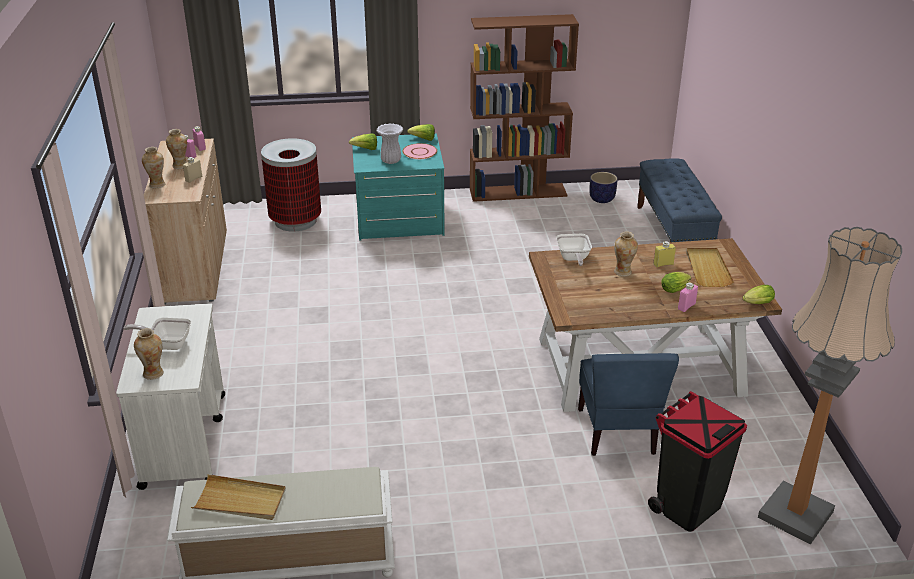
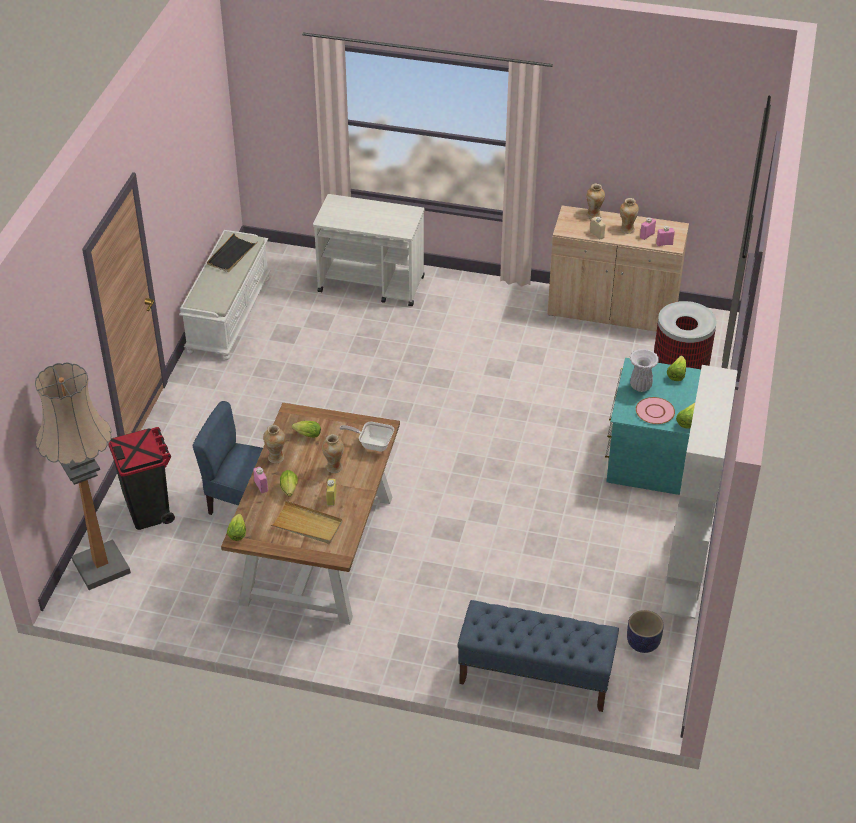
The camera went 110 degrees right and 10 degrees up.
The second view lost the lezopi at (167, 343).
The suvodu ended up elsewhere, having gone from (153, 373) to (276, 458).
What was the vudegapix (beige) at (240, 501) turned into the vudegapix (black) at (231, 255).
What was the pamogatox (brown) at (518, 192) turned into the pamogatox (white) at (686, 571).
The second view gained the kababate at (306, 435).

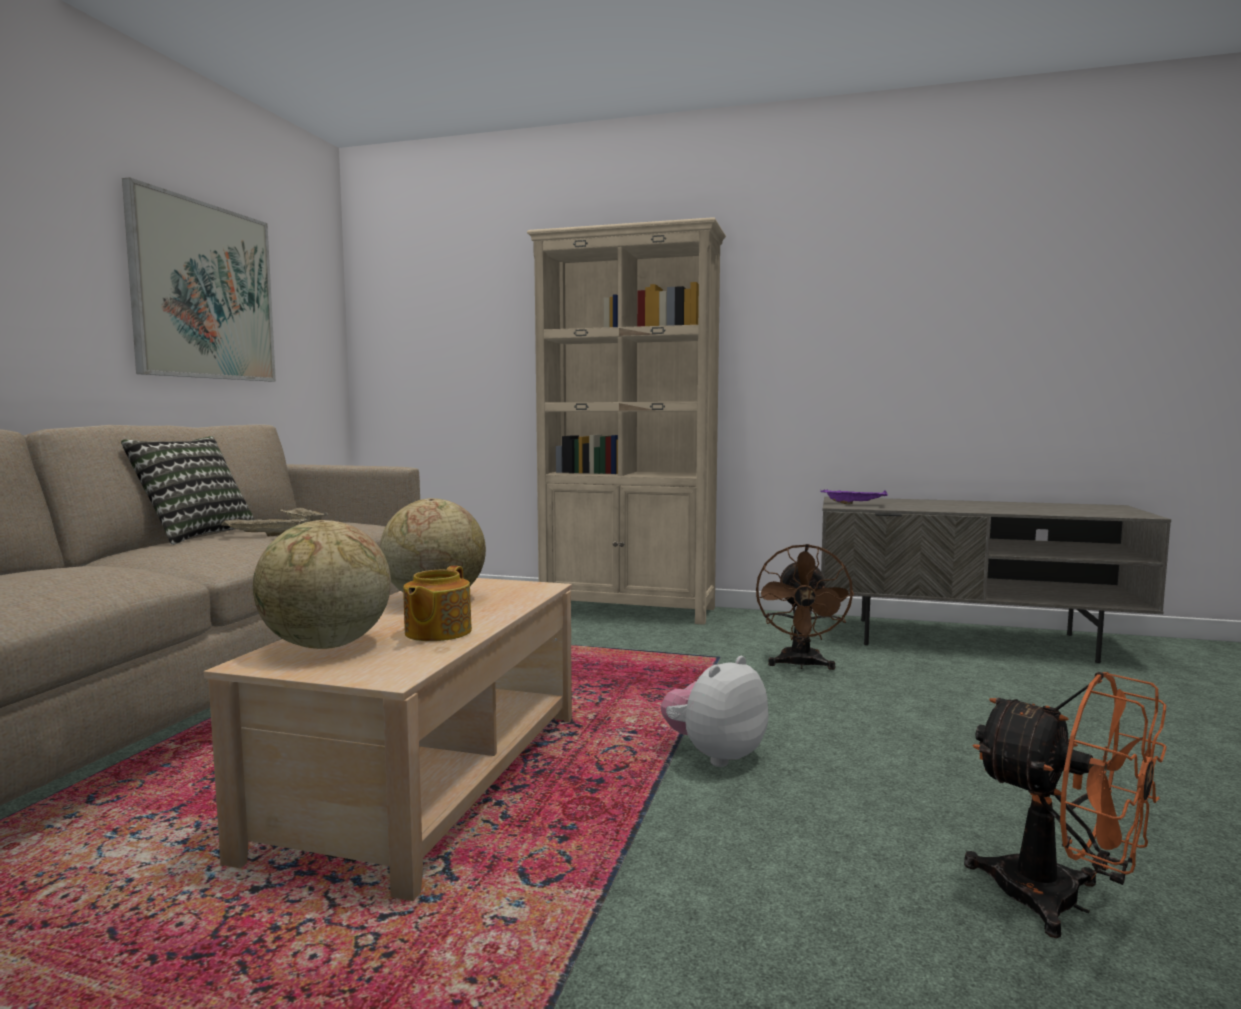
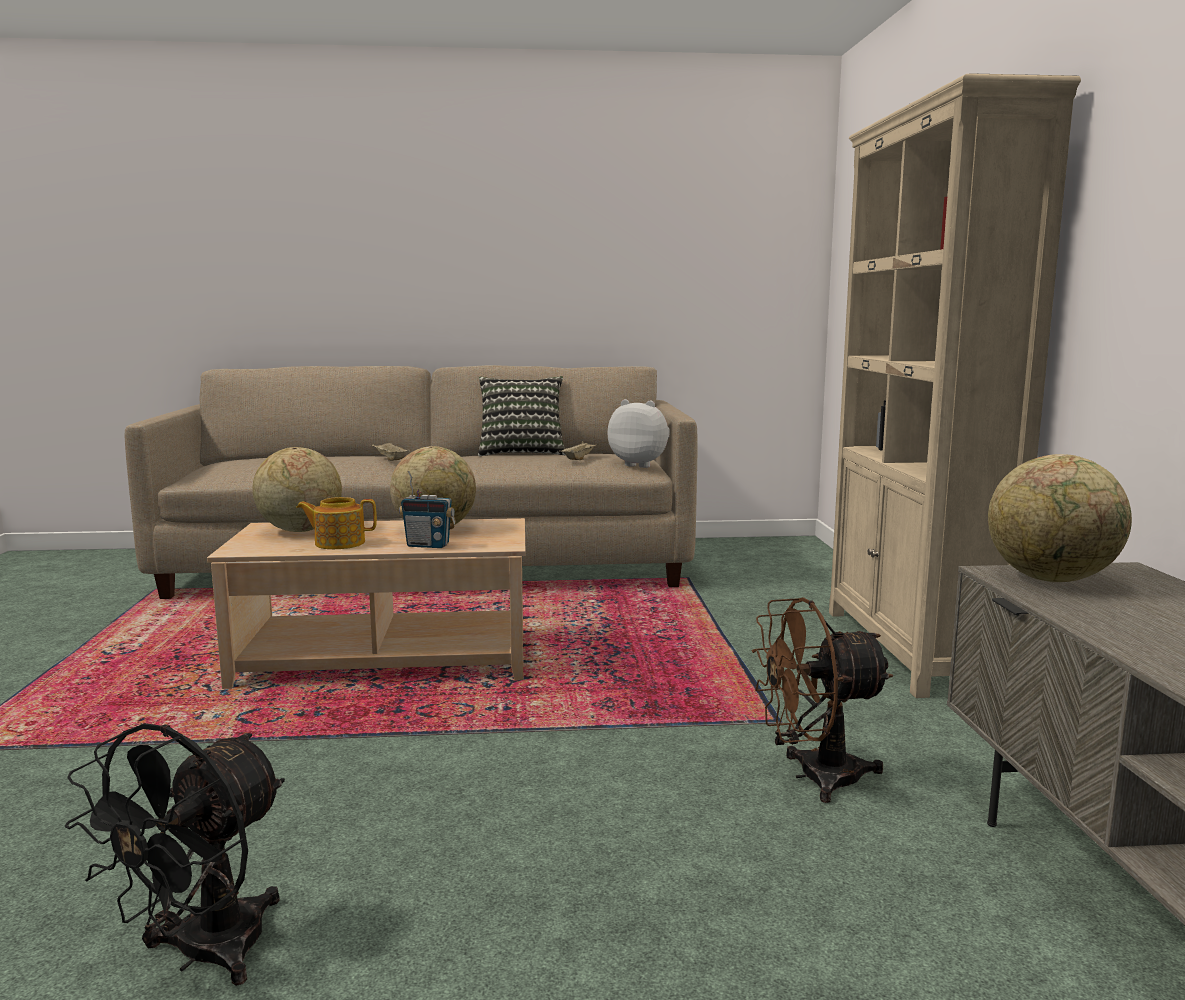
The camera went 70 degrees right and 5 degrees up.
The second view lost the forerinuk at (204, 291).
The vudegapix (beige) ended up elsewhere, having gone from (263, 536) to (389, 459).
The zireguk ended up elsewhere, having gone from (715, 755) to (641, 465).
Where the vudegapix (purple) stood at (855, 504), the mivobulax came to stand at (1051, 579).
What was the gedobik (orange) at (1061, 903) turned into the gedobik (black) at (202, 955).
The second view gained the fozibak at (428, 545).

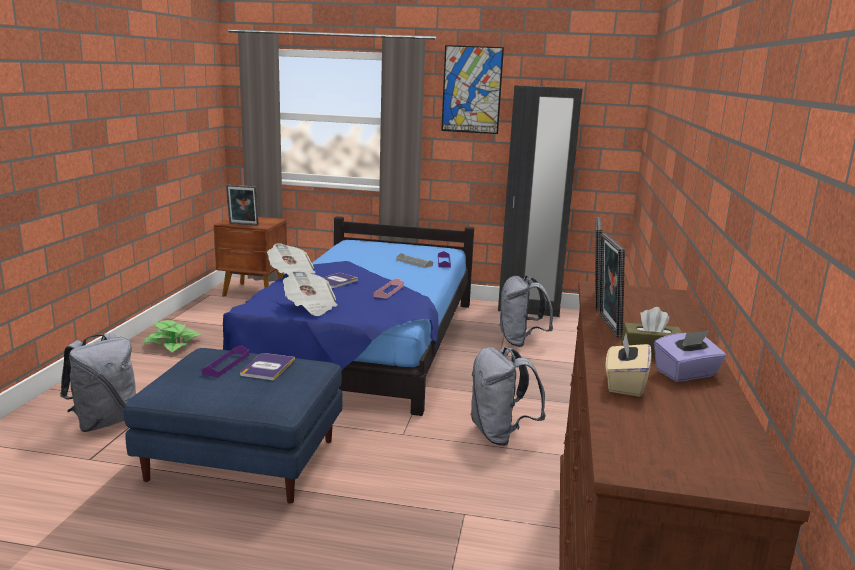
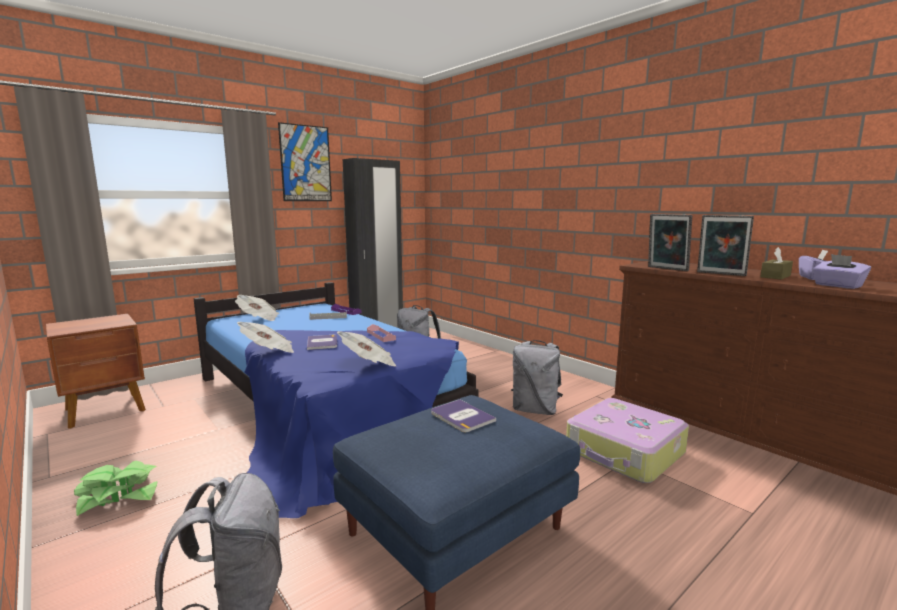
The camera went 50 degrees left and 5 degrees down.
The second view lost the vudegapix (purple) at (226, 364).
The second view lost the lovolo at (243, 224).
What was the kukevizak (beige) at (624, 384) turned into the kukevizak (purple) at (837, 286).
The second view gained the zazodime at (258, 318).
The second view gained the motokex at (624, 452).

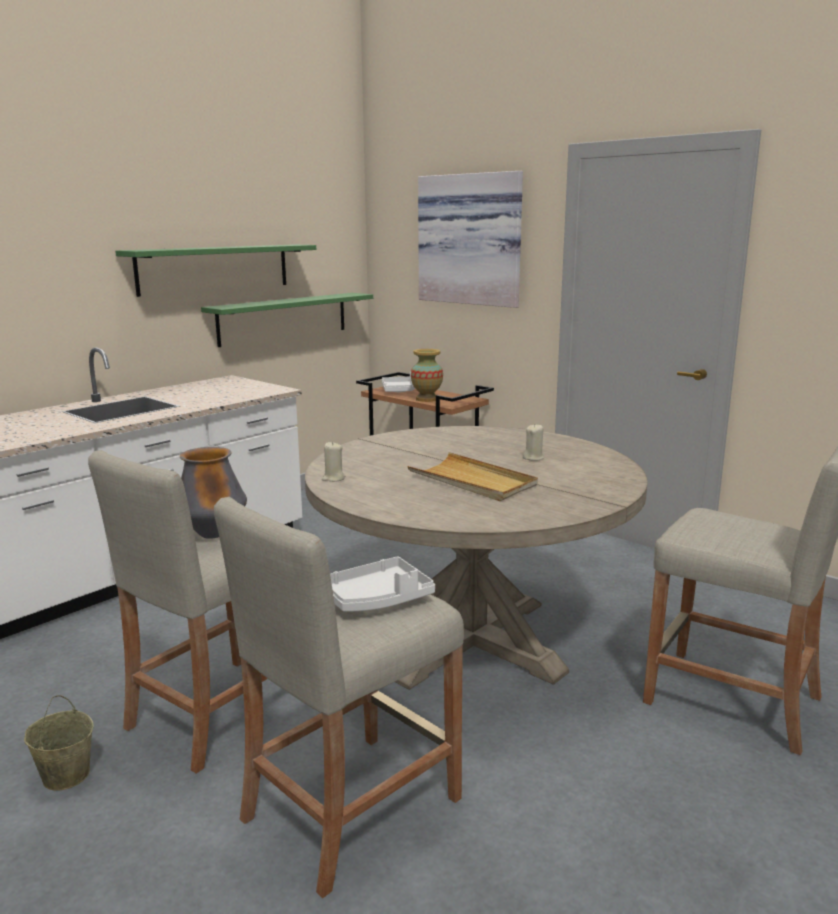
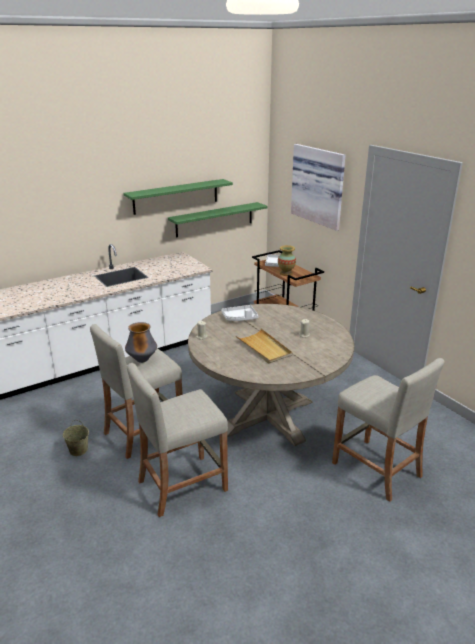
The camera went 15 degrees right and 10 degrees up.
The vudegapix (white) ended up elsewhere, having gone from (377, 599) to (240, 318).

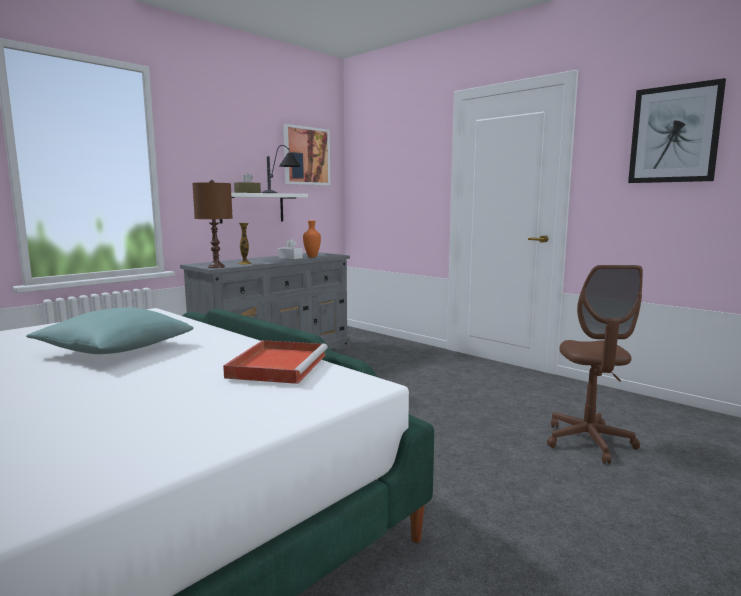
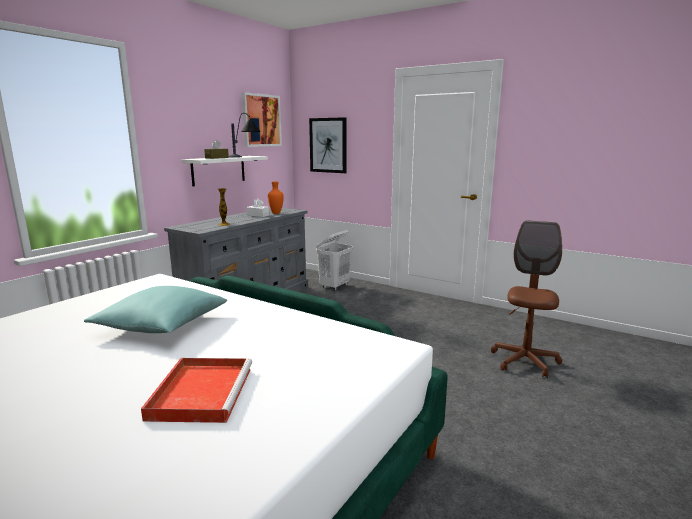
The camera went 10 degrees left and 5 degrees up.
The second view lost the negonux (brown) at (216, 267).
The vudegapix (red) ended up elsewhere, having gone from (278, 365) to (202, 391).
The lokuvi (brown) at (588, 442) ended up facing another way, 150 degrees counterclockwise from before.
The forerinuk ended up elsewhere, having gone from (674, 134) to (328, 145).
The second view gained the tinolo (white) at (335, 286).

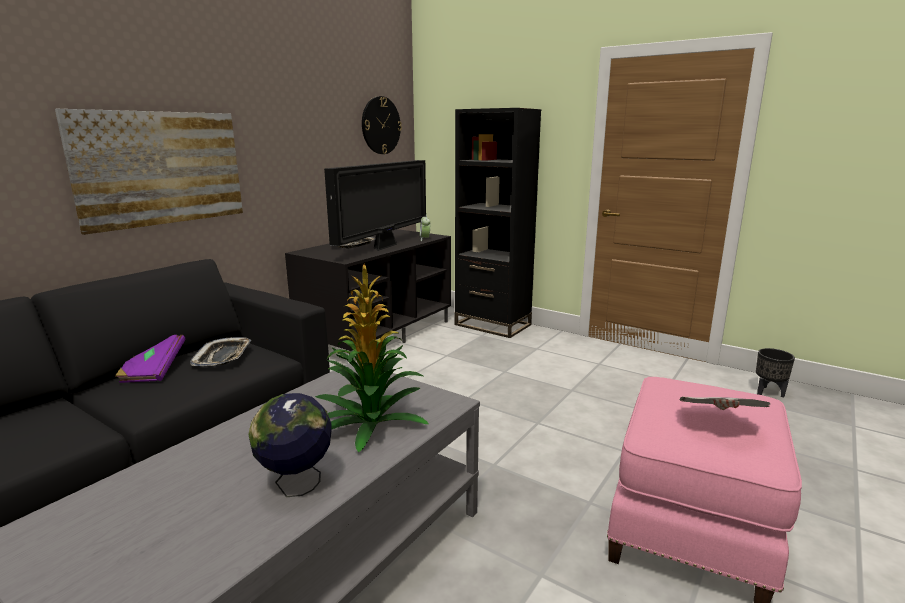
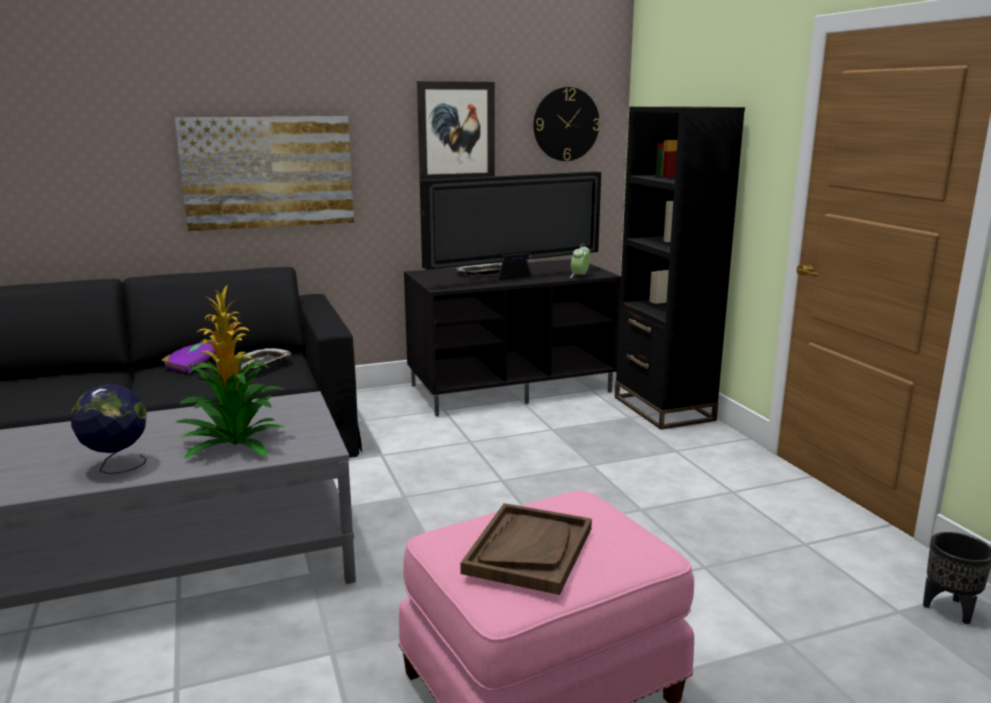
The camera went 35 degrees right and 0 degrees up.
Where the zazodime stood at (718, 422), the vudegapix (brown) came to stand at (529, 550).
The second view gained the forerinuk at (456, 131).

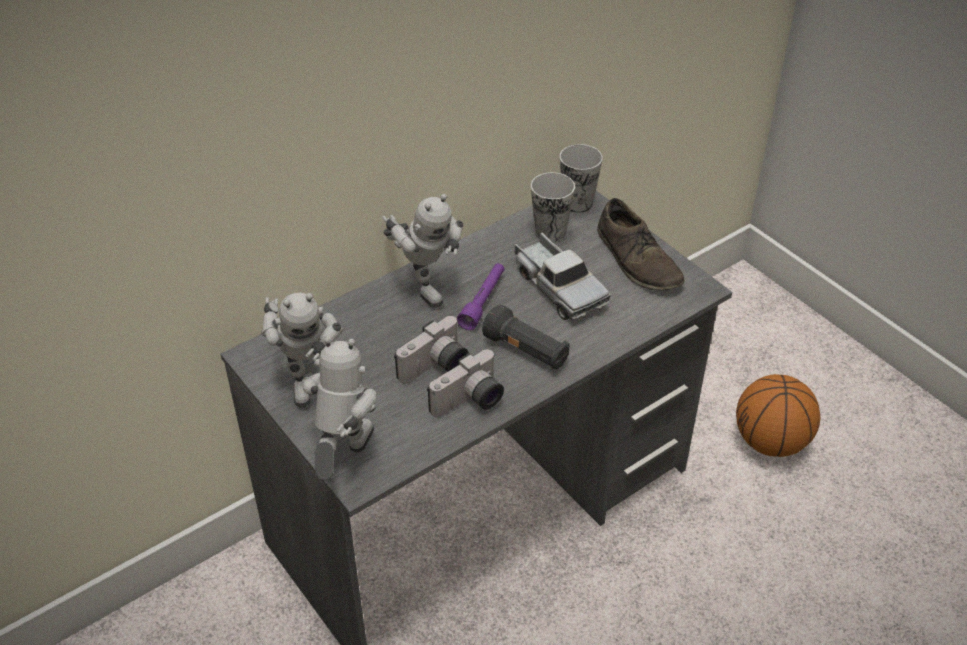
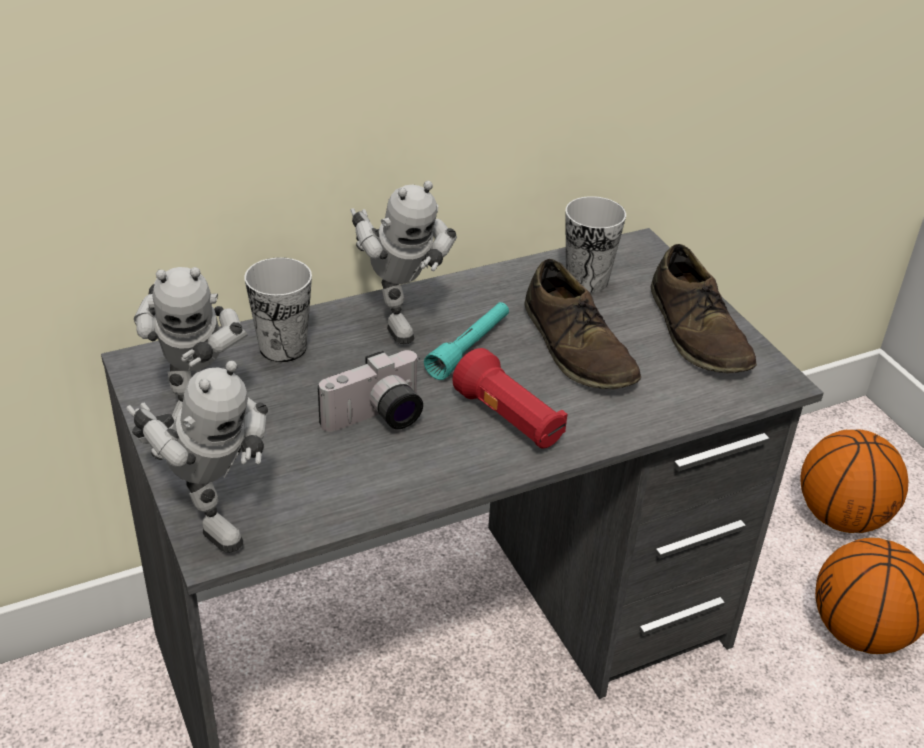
The camera went 10 degrees right and 5 degrees down.
The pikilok at (344, 458) ended up facing another way, 105 degrees clockwise from before.
The second view lost the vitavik at (470, 402).
What was the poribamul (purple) at (483, 301) turned into the poribamul (turquoise) at (469, 348).
What was the poribamul (black) at (526, 351) turned into the poribamul (red) at (509, 420).
Where the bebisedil stood at (558, 287), the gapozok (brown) came to stand at (577, 347).
The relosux ended up elsewhere, having gone from (577, 203) to (283, 347).
The second view gained the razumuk at (841, 517).

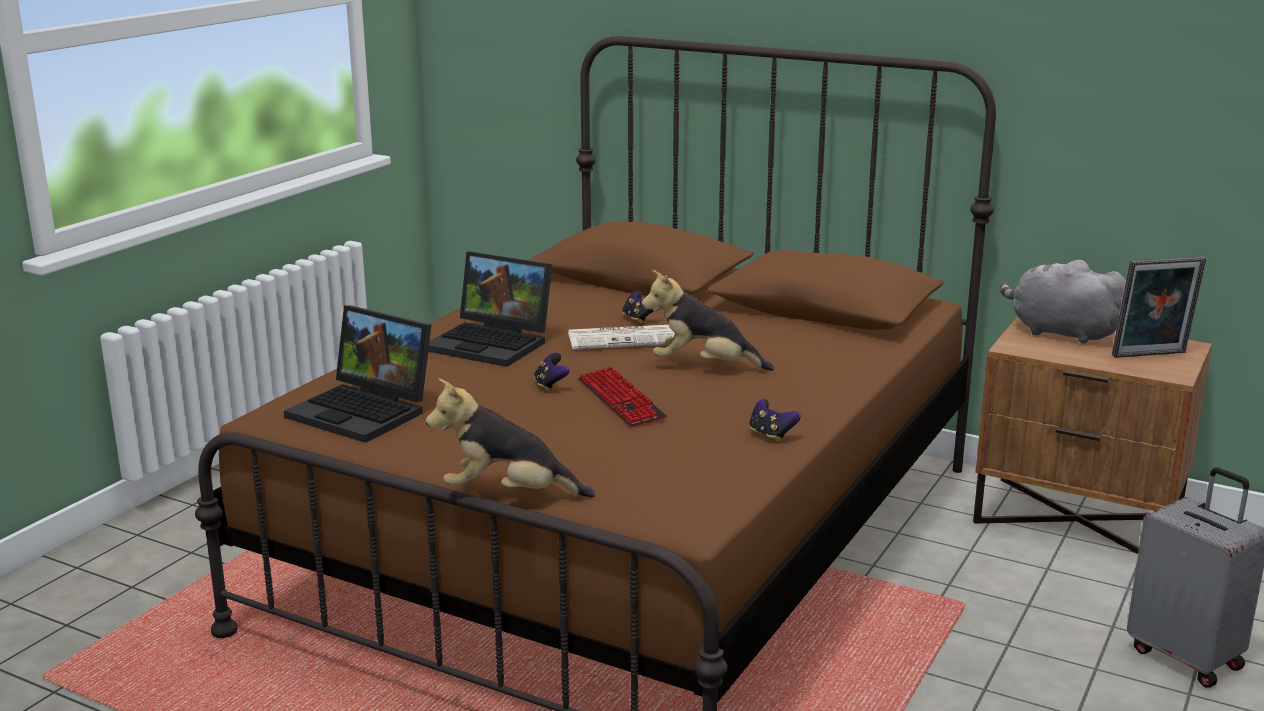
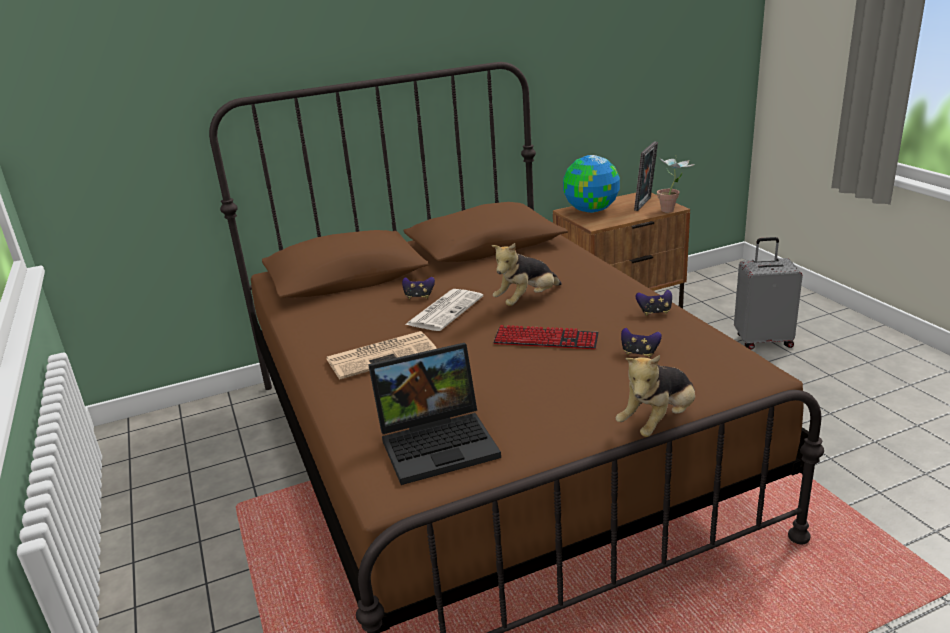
The camera went 50 degrees left and 5 degrees up.
Where the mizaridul stood at (493, 343), the zazodime came to stand at (382, 355).
The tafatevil ended up elsewhere, having gone from (551, 385) to (639, 353).
Where the zireguk (grey) stood at (1060, 332), the mivobulax came to stand at (591, 210).
The second view gained the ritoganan at (672, 210).

